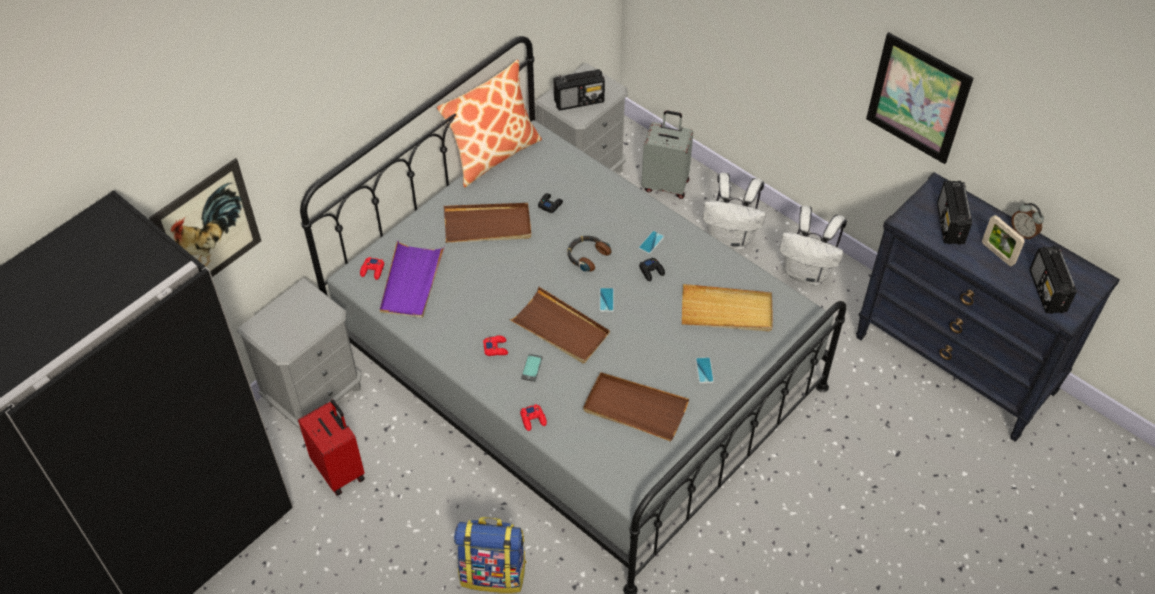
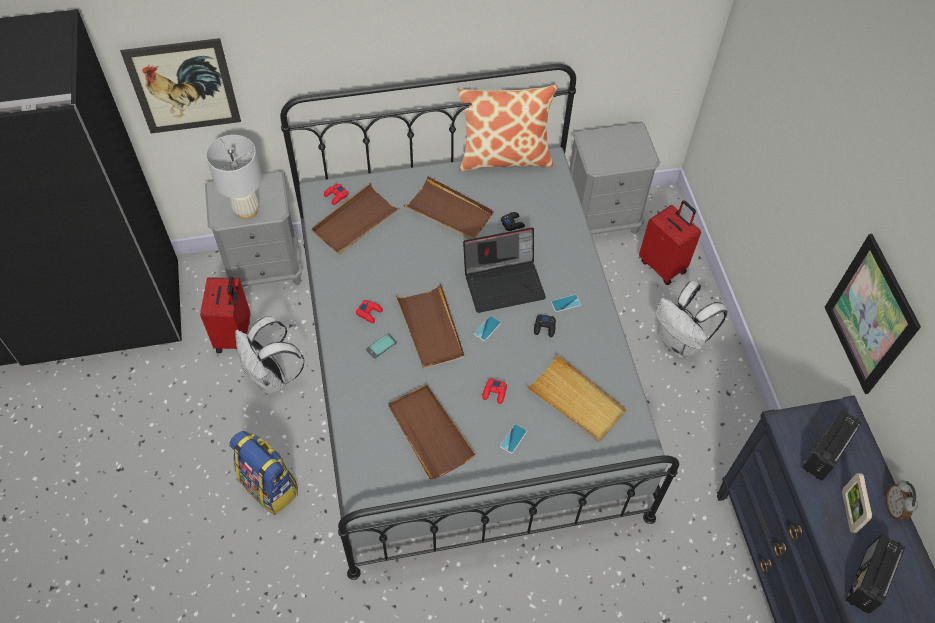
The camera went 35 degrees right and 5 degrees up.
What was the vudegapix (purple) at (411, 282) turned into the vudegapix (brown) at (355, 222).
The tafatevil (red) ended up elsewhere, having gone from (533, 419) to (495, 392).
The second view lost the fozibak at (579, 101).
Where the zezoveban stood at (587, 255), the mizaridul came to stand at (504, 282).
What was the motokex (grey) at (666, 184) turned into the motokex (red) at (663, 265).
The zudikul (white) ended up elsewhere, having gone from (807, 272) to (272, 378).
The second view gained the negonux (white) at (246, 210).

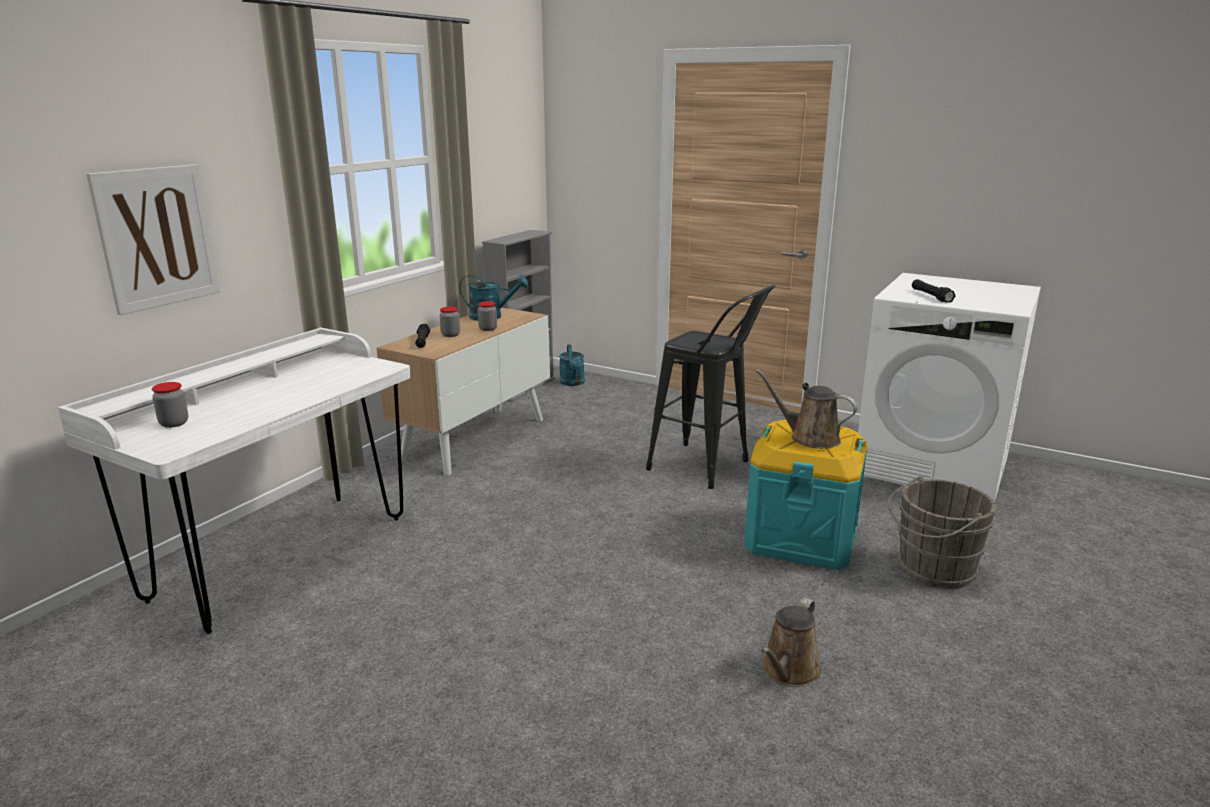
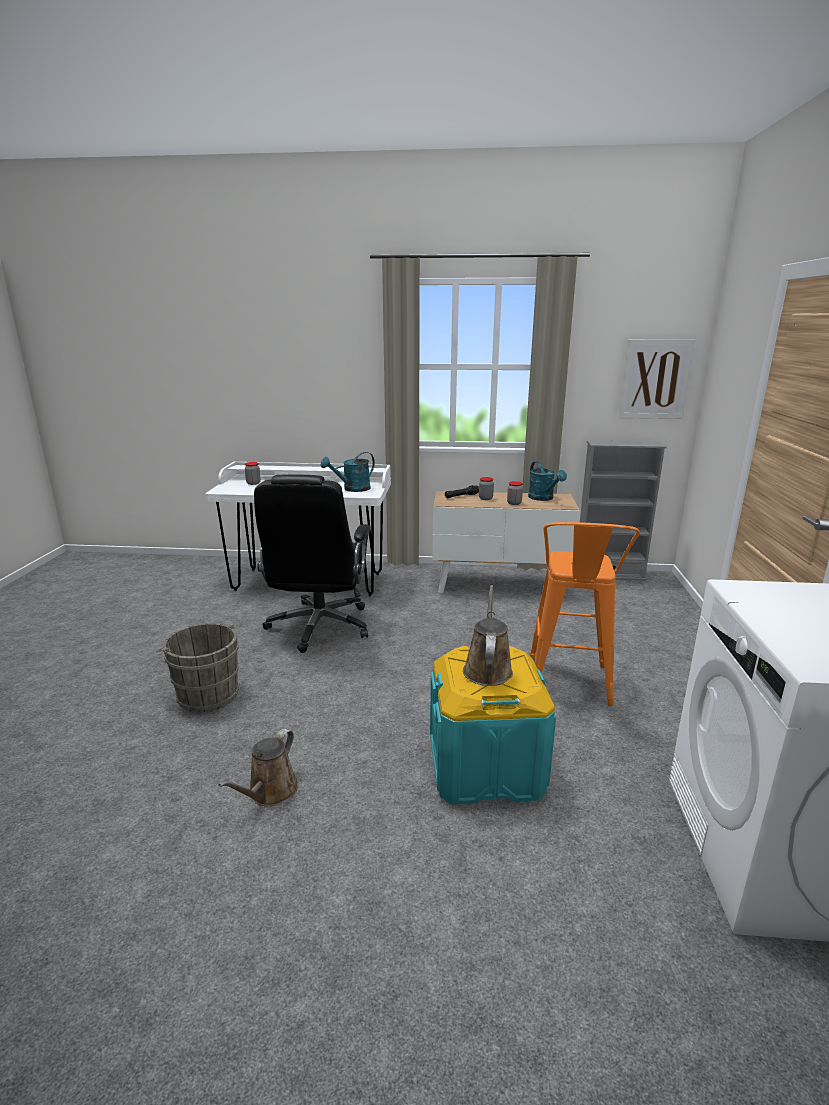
The camera went 65 degrees right and 0 degrees up.
The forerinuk ended up elsewhere, having gone from (157, 237) to (655, 379).
The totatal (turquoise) ended up elsewhere, having gone from (573, 383) to (352, 489).
What was the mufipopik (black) at (707, 468) turned into the mufipopik (orange) at (568, 687).
The totatal (brown) at (788, 671) ended up facing another way, 75 degrees counterclockwise from before.
The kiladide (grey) ended up elsewhere, having gone from (931, 569) to (206, 693).
The second view lost the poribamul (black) at (931, 296).
The second view gained the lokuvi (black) at (319, 627).

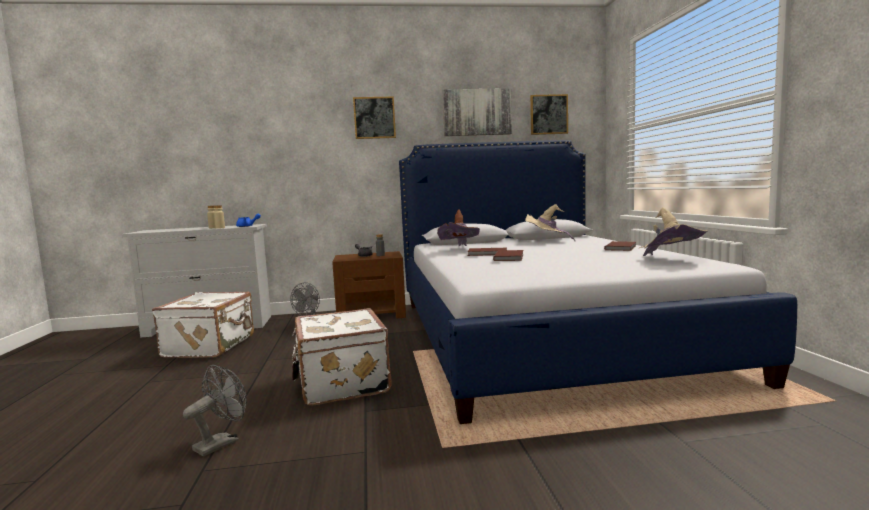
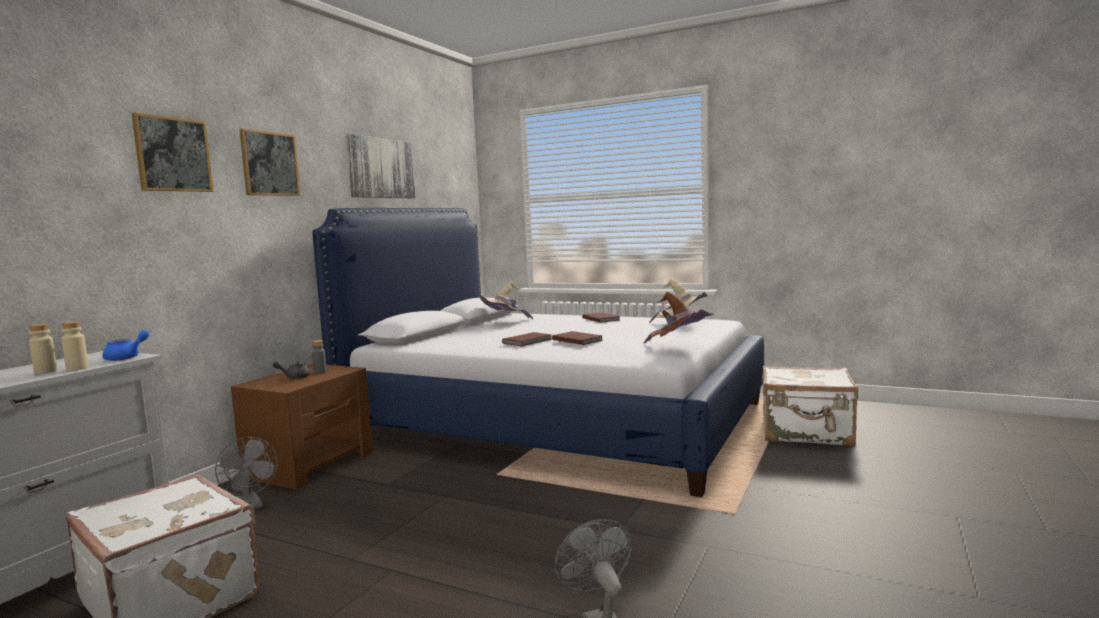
The camera went 55 degrees left and 0 degrees up.
The motokex (white) ended up elsewhere, having gone from (341, 383) to (807, 433).
The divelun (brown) ended up elsewhere, having gone from (459, 249) to (679, 346).
The forerinuk ended up elsewhere, having gone from (548, 114) to (173, 154).

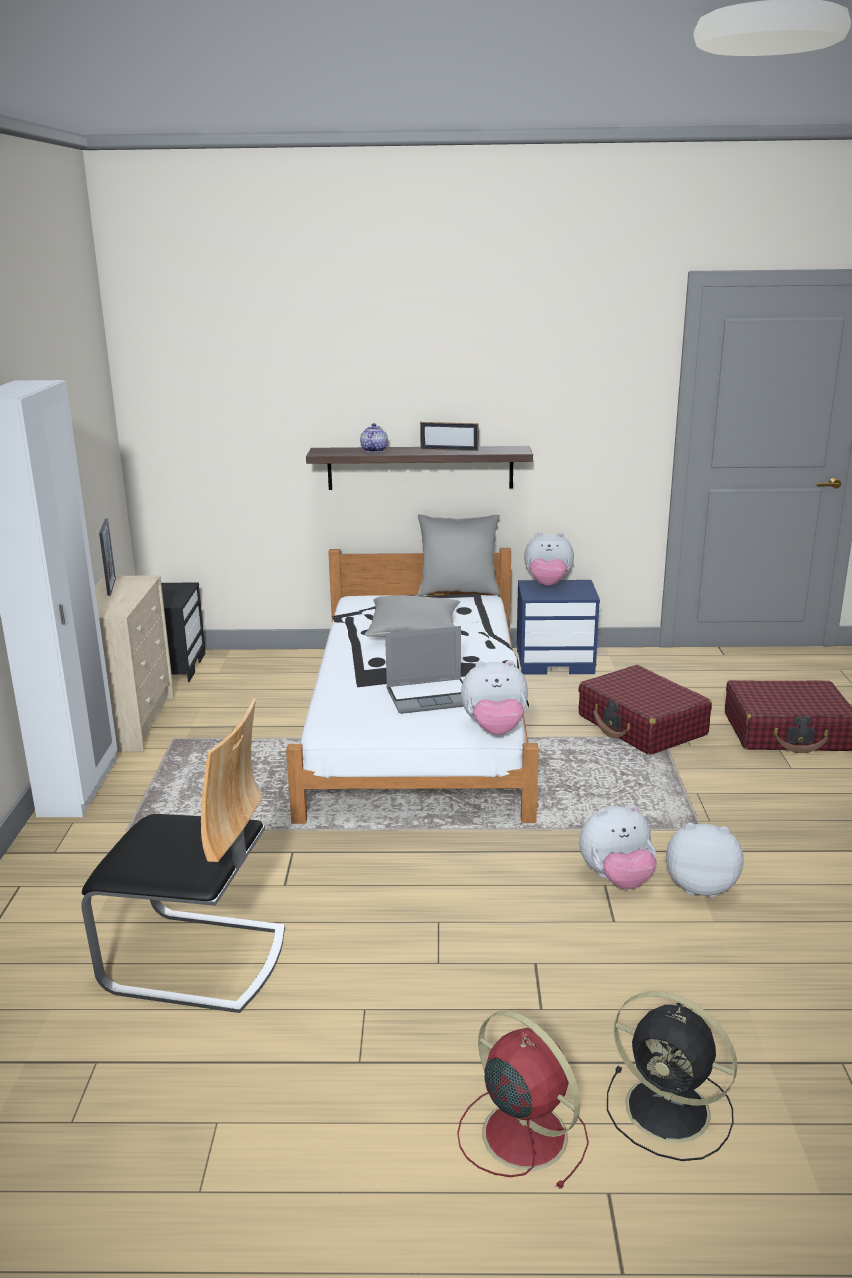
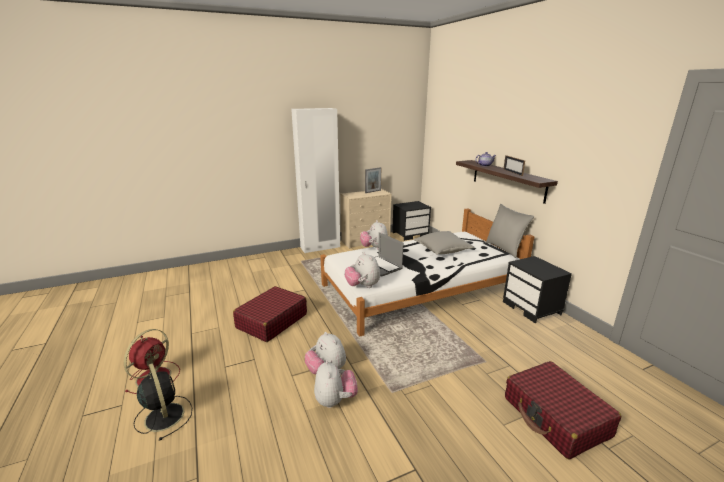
The camera went 65 degrees right and 0 degrees up.
The second view lost the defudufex at (196, 960).
What was the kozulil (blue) at (556, 662) turned into the kozulil (black) at (532, 308).
The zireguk ended up elsewhere, having gone from (547, 585) to (374, 248).
The motokex (red) ended up elsewhere, having gone from (642, 725) to (271, 321).
The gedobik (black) at (671, 1111) ended up facing another way, 135 degrees clockwise from before.

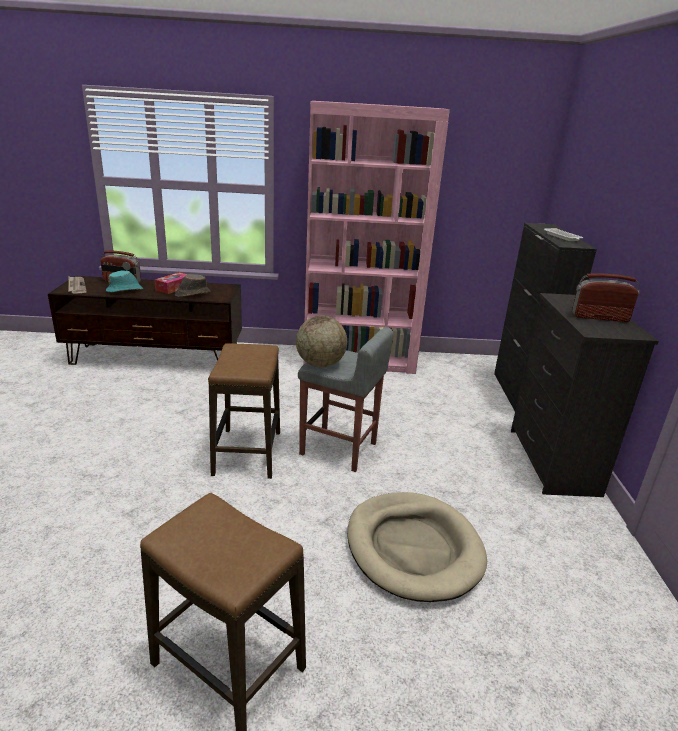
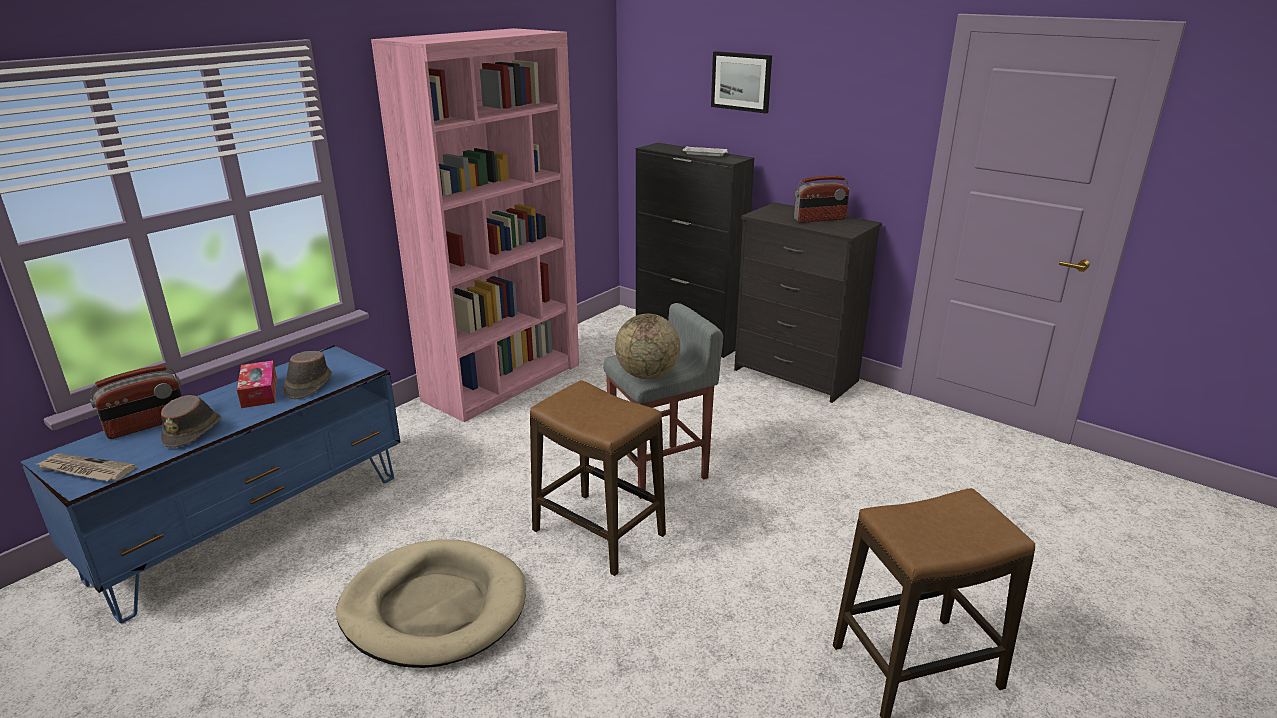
The camera went 50 degrees left and 0 degrees up.
What was the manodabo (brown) at (156, 358) turned into the manodabo (blue) at (254, 525).
What was the divelun (turquoise) at (125, 290) turned into the divelun (brown) at (193, 432).
The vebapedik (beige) ended up elsewhere, having gone from (413, 548) to (434, 608).
The fozibak at (599, 317) ended up facing another way, 150 degrees counterclockwise from before.
The second view gained the forerinuk at (741, 81).

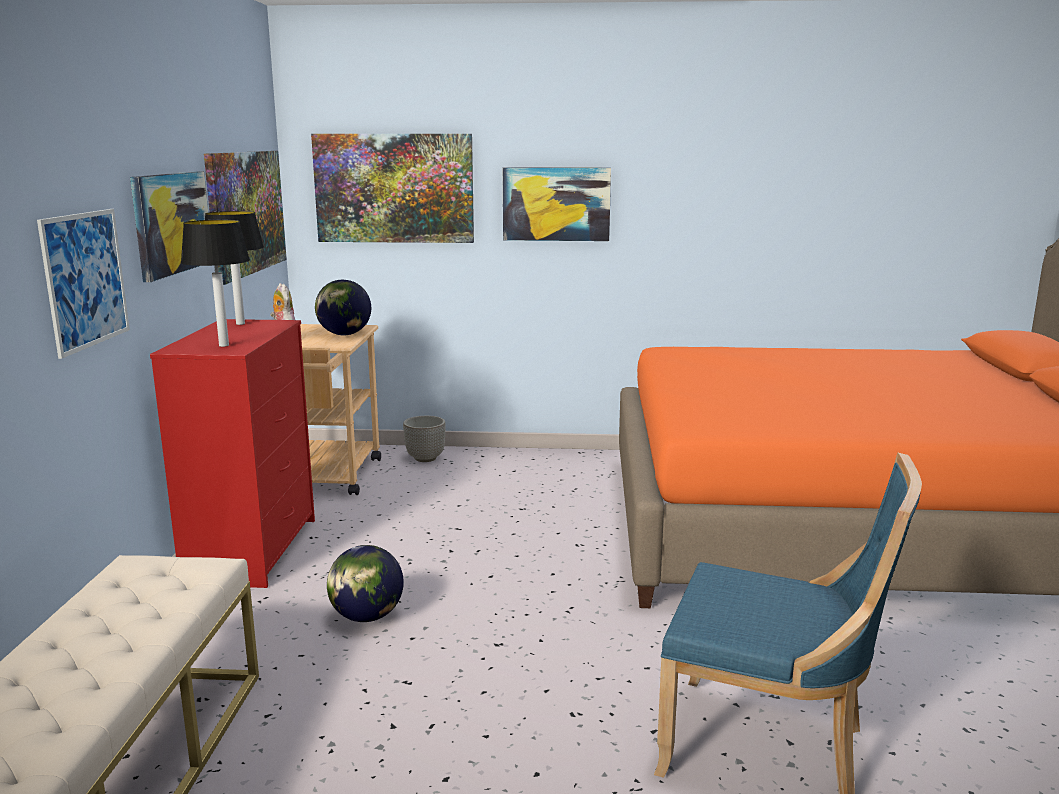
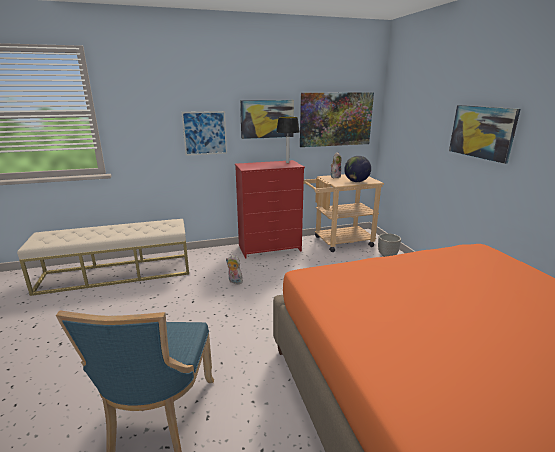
The camera went 70 degrees right and 5 degrees up.
The second view lost the negonux at (223, 345).
The second view lost the forerinuk at (394, 188).
Where the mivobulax stood at (367, 617), the zireguk came to stand at (234, 281).

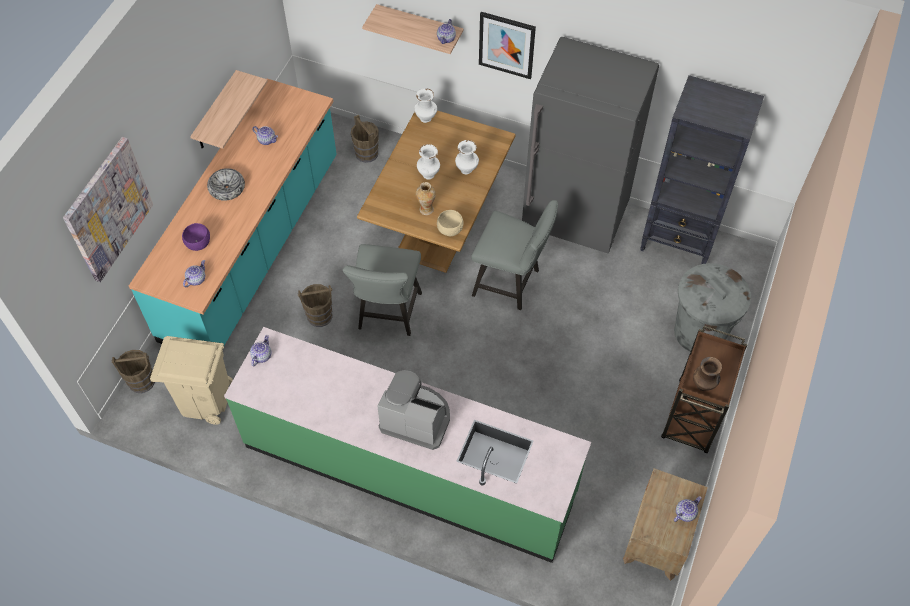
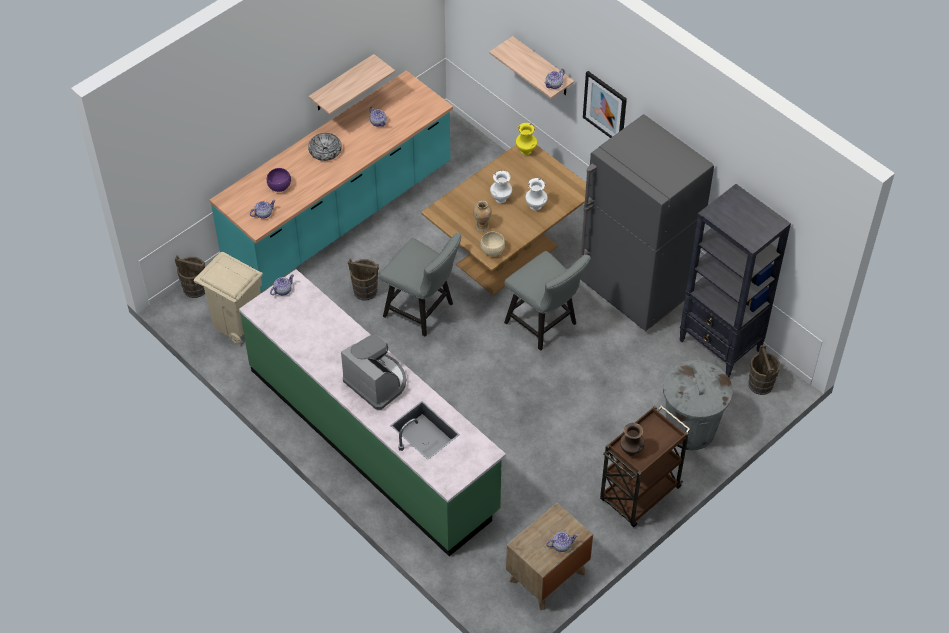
The camera went 25 degrees right and 5 degrees down.
The second view lost the forerinuk at (108, 209).
The defudufex (grey) at (388, 315) ended up facing another way, 90 degrees counterclockwise from before.
The kiladide (brown) ended up elsewhere, having gone from (367, 153) to (760, 384).
What was the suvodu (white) at (426, 118) turned into the suvodu (yellow) at (526, 151).

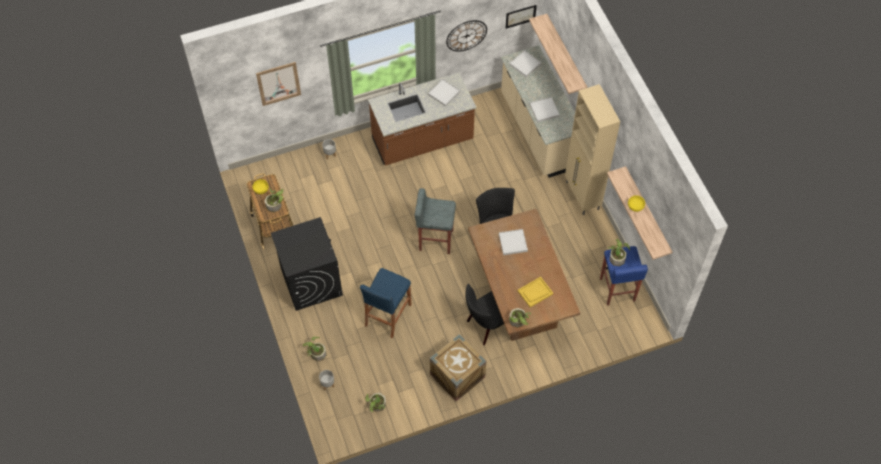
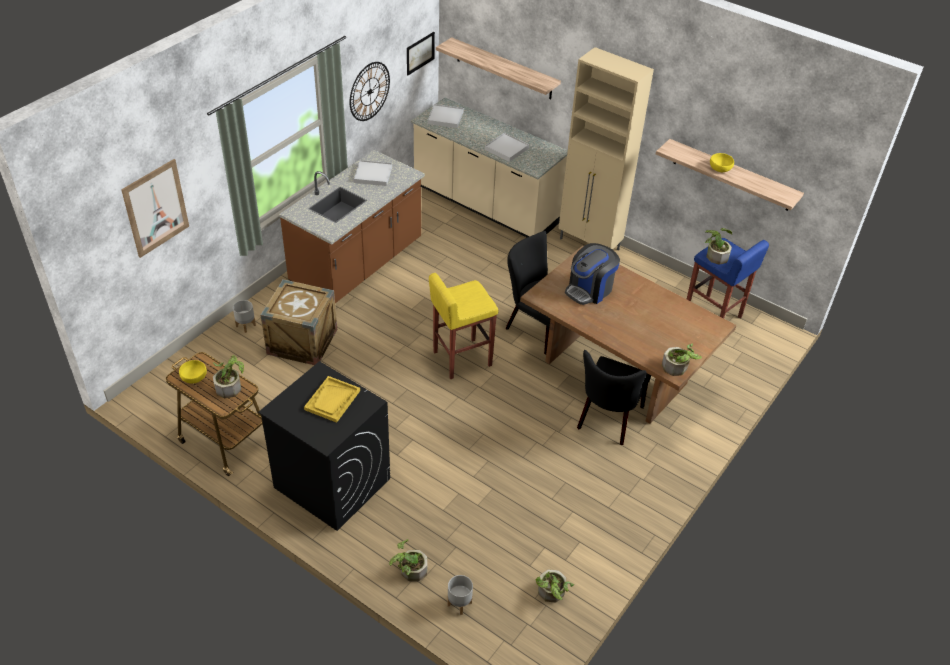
The camera went 35 degrees left and 15 degrees down.
The second view lost the mufipopik (blue) at (387, 315).
What was the mufipopik (grey) at (435, 240) turned into the mufipopik (yellow) at (461, 358).
The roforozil ended up elsewhere, having gone from (457, 375) to (302, 341).
Where the vudegapix (white) stood at (513, 243), the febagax came to stand at (589, 289).
The vudegapix (yellow) ended up elsewhere, having gone from (535, 292) to (332, 400).

